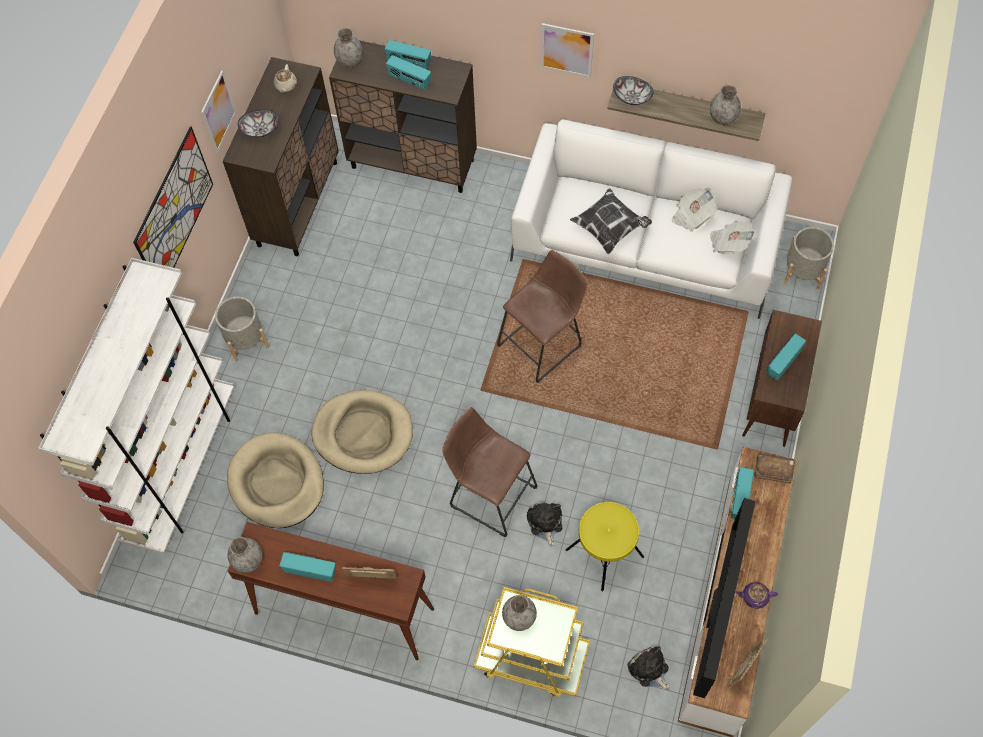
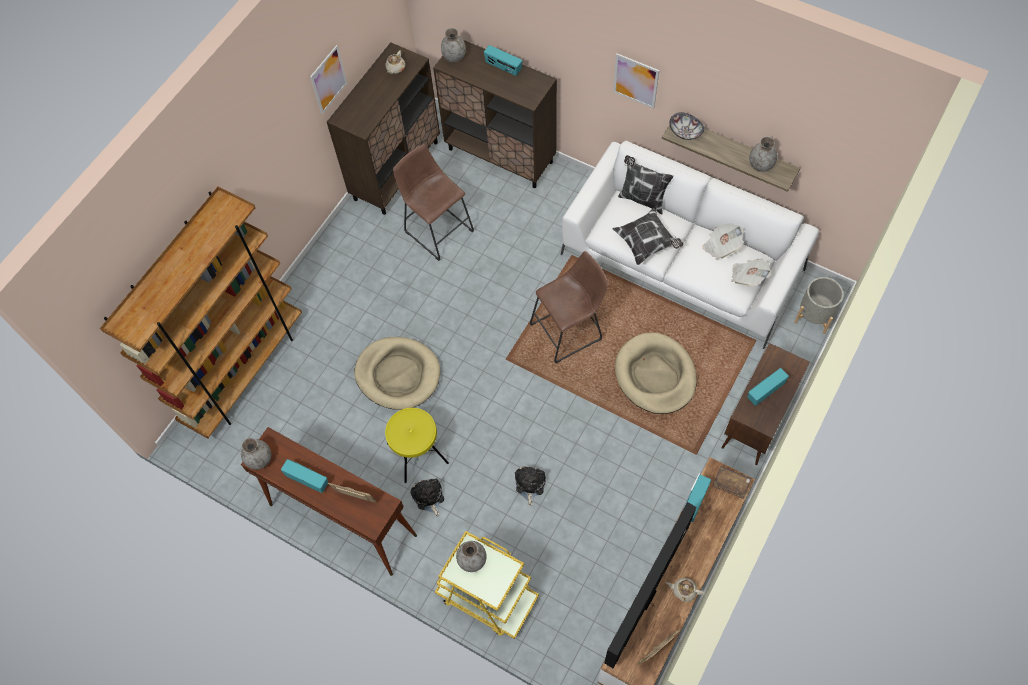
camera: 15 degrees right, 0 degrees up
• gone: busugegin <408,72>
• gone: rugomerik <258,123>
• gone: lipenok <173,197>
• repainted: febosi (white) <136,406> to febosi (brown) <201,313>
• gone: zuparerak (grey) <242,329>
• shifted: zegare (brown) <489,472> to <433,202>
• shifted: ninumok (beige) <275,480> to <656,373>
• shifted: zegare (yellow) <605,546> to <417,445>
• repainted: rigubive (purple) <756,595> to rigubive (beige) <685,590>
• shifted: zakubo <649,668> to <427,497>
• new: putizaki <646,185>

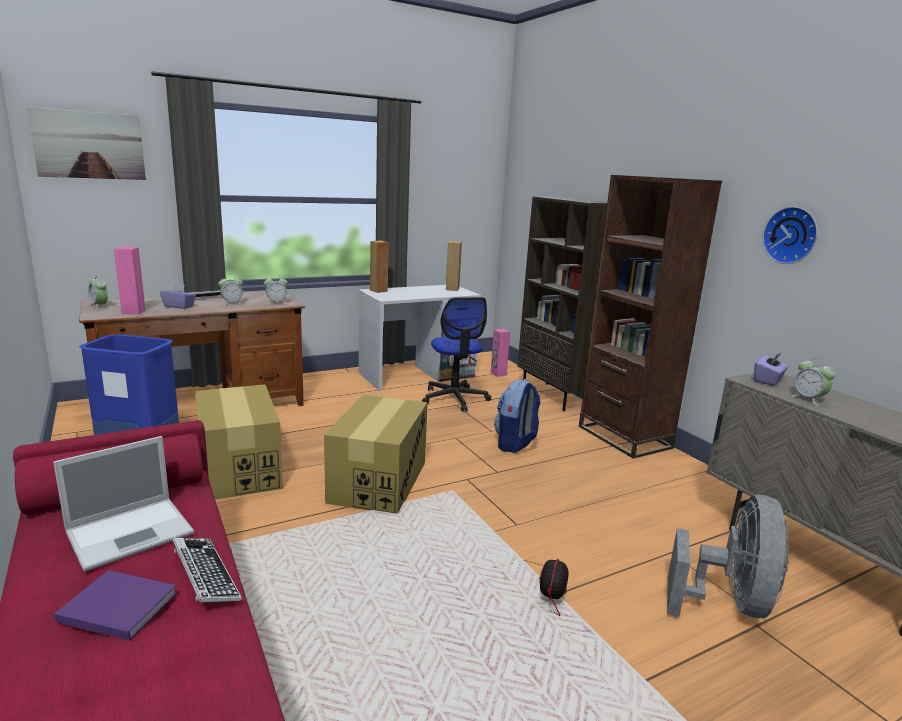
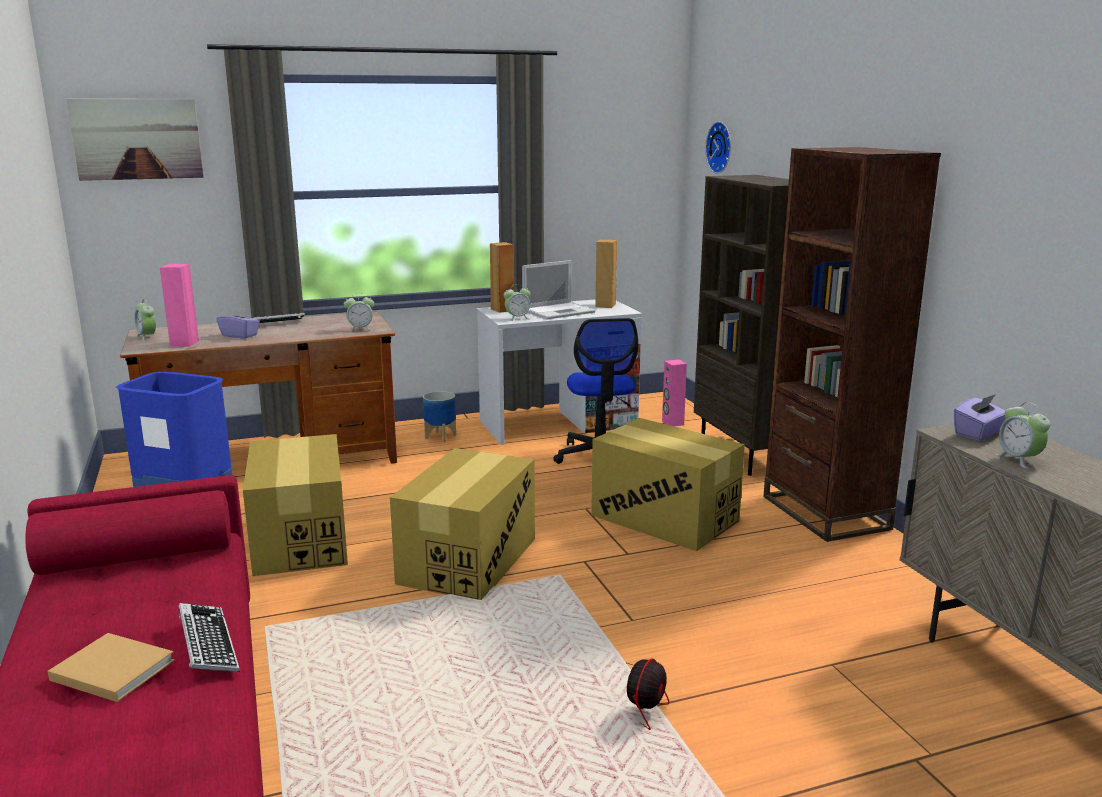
camera: 10 degrees right, 0 degrees up
• shifted: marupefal <790,235> to <718,148>
• shifted: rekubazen <230,292> to <517,302>
• swapped: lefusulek <517,416> to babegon <668,484>
• shifted: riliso <123,504> to <558,289>
• gone: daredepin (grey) <728,556>
• repainted: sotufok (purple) <115,605> to sotufok (beige) <111,667>
• new: zuparerak <439,416>

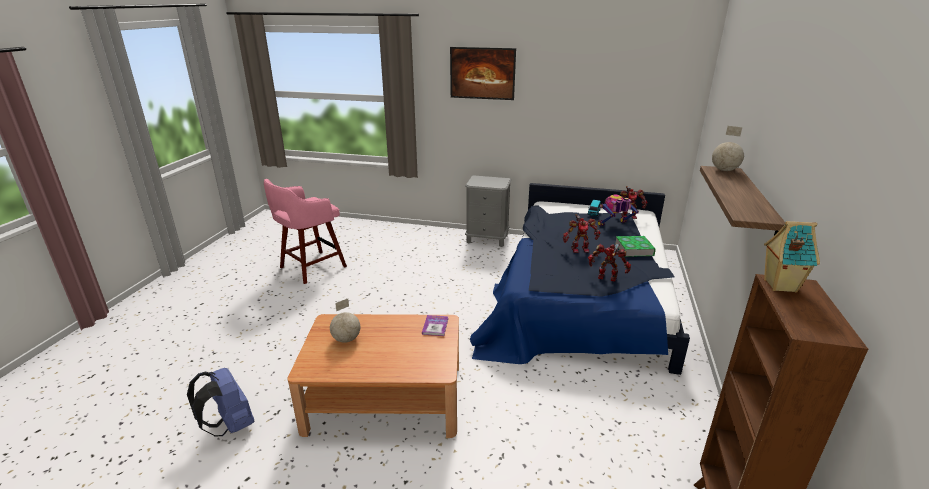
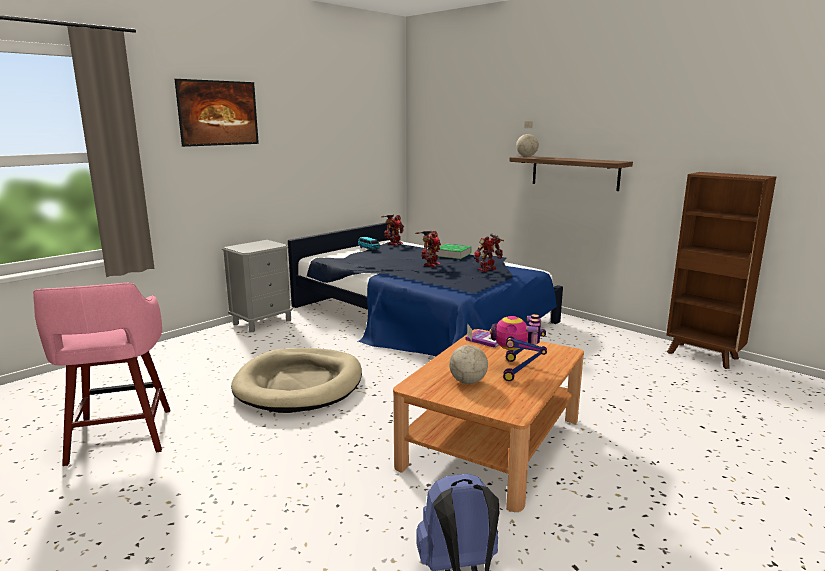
camera: 60 degrees left, 10 degrees down
• shifted: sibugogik <618,210> to <518,347>
• gone: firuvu <792,257>
• new: ninumok (beige) <296,380>

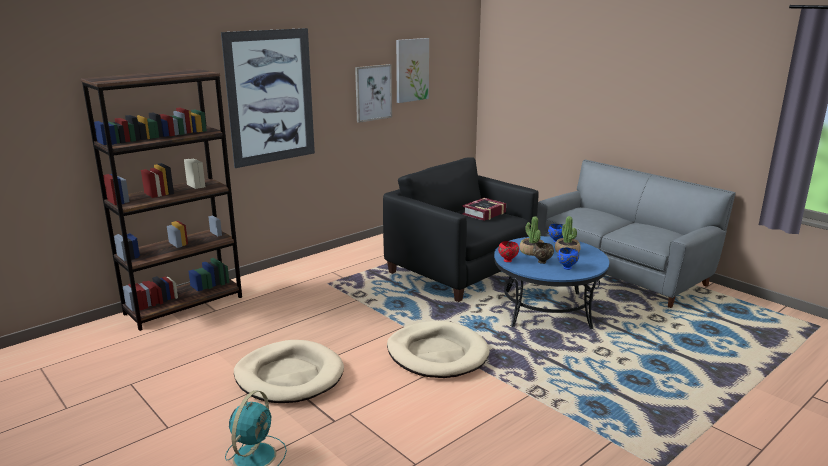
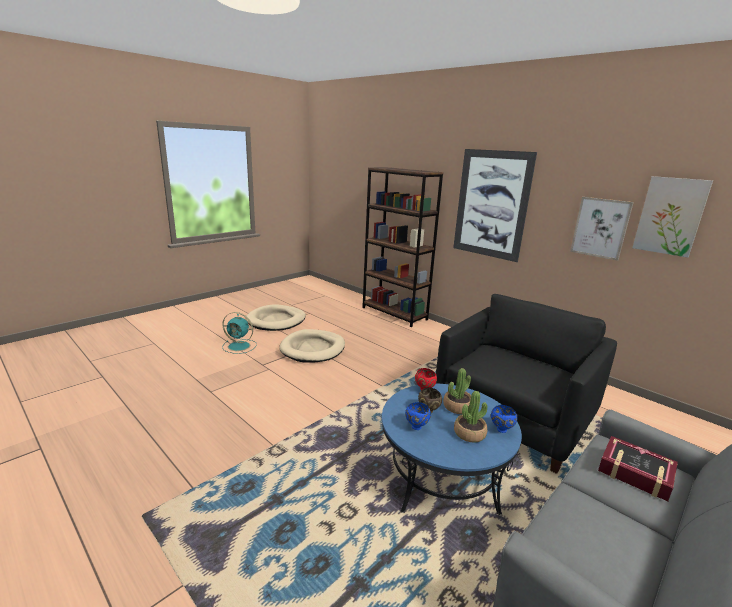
camera: 85 degrees right, 0 degrees up
• shifted: sotufok <484,209> to <638,468>
• shifted: ninumok (beige) <438,349> to <275,317>

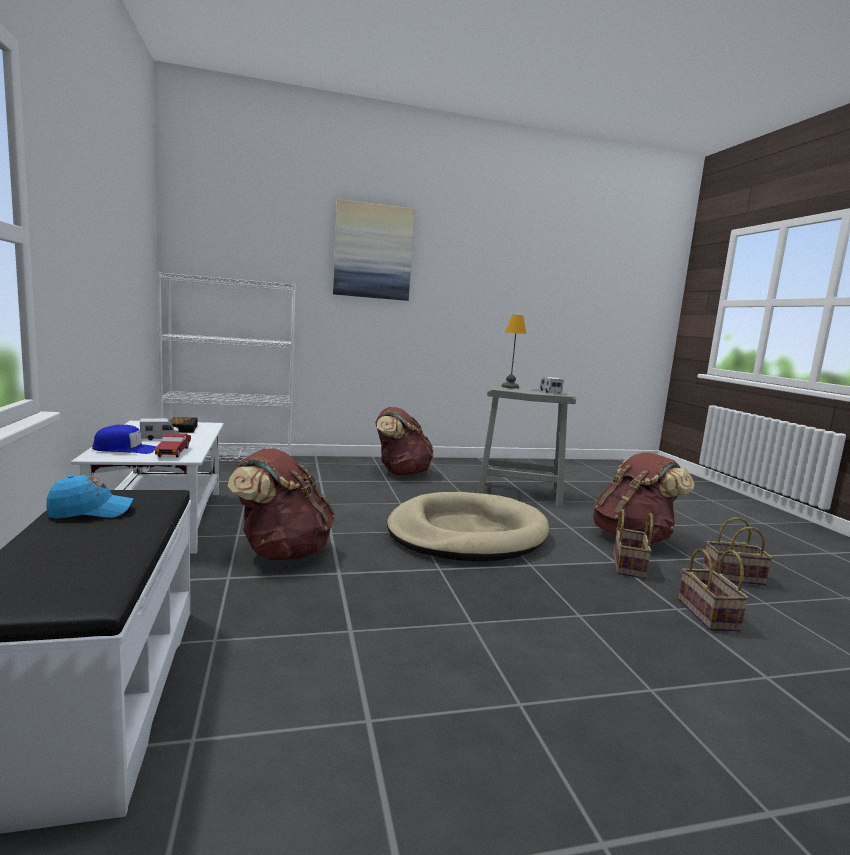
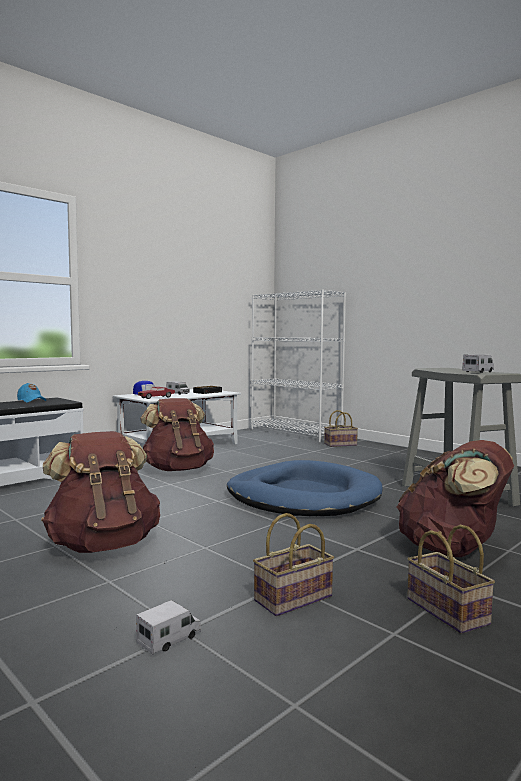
camera: 60 degrees right, 5 degrees down
• gone: lipenok <374,250>
• gone: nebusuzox <513,352>
• shifted: lefusulek (brown) <404,441> to <100,492>
• repainted: ninumok (beige) <468,527> to ninumok (blue) <305,488>
• shifted: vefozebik <633,544> to <341,428>
• new: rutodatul <168,627>

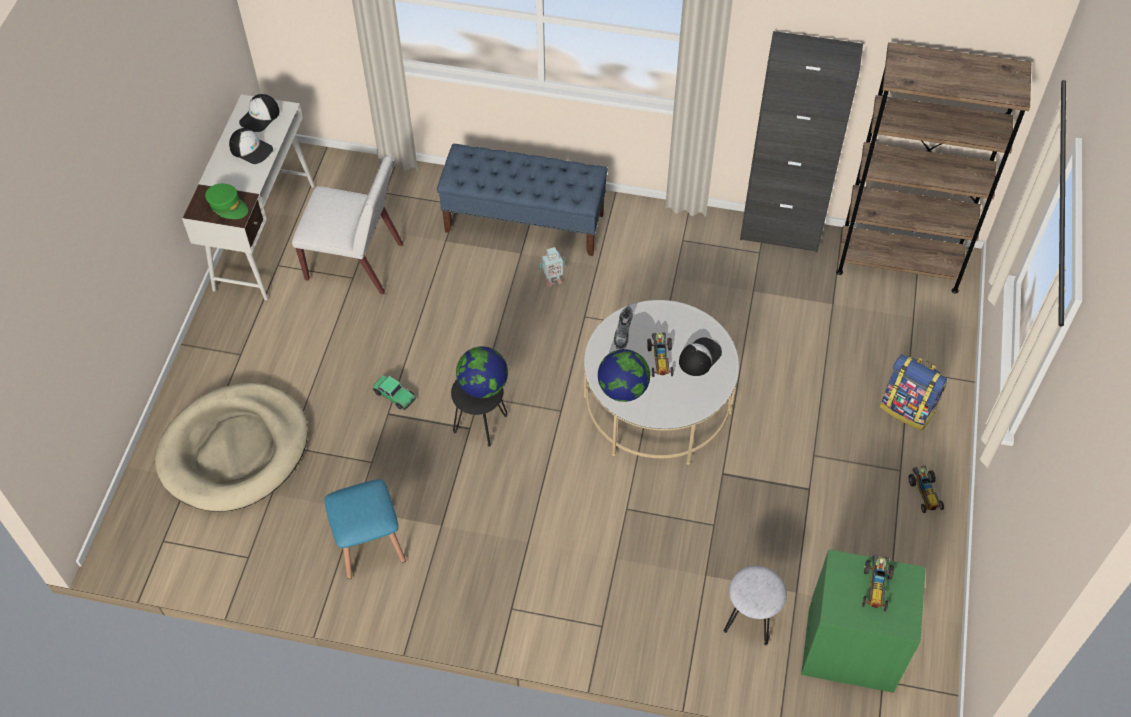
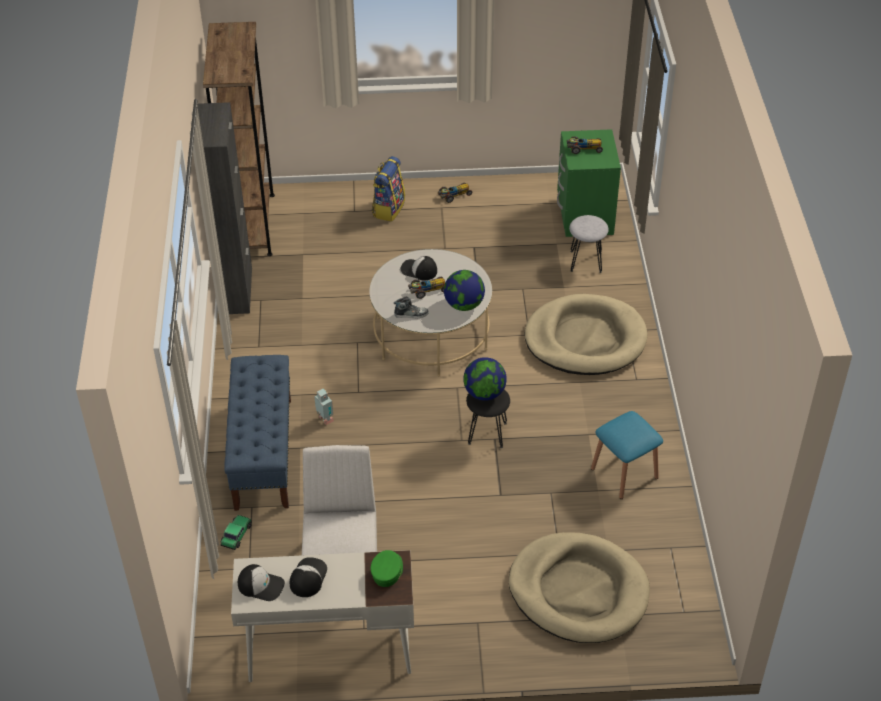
camera: 105 degrees left, 10 degrees down
• shifted: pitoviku <394,392> to <236,532>
• new: ninumok (beige) <586,334>

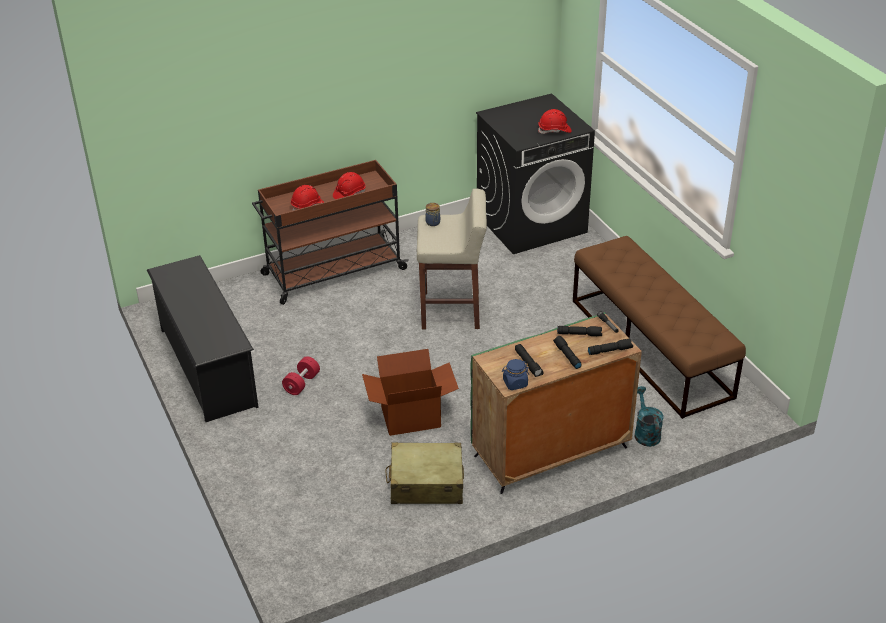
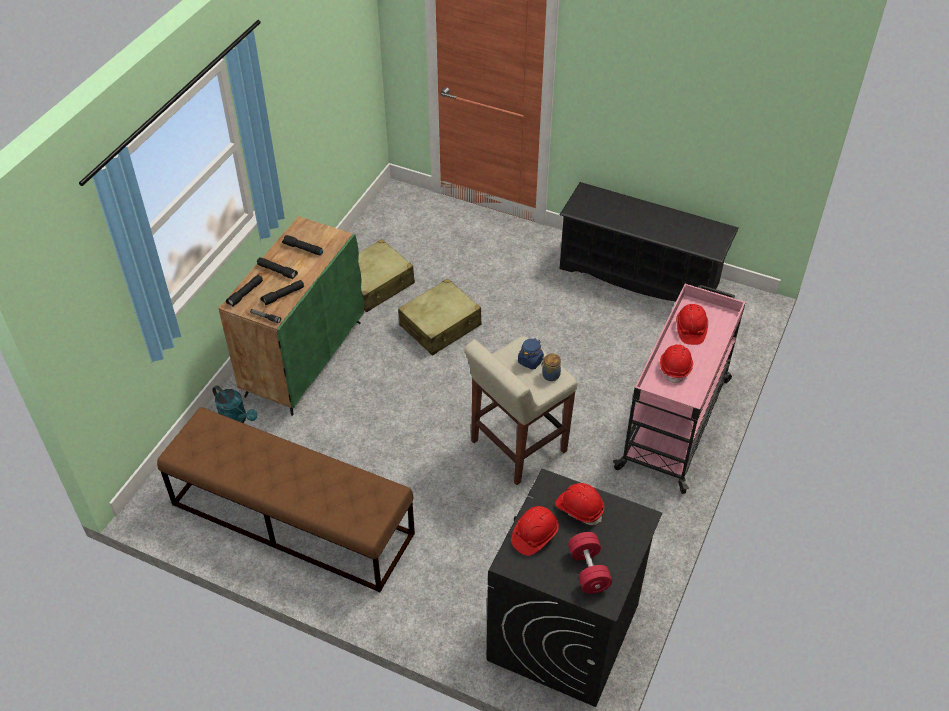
camera: 140 degrees right, 10 degrees up
• repainted: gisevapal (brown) <330,232> to gisevapal (pink) <679,389>
• swapped: babegon <410,392> to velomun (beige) <440,317>
• shifted: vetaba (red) <301,375> to <590,563>
• shifted: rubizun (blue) <515,374> to <531,354>
• new: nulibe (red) <579,504>

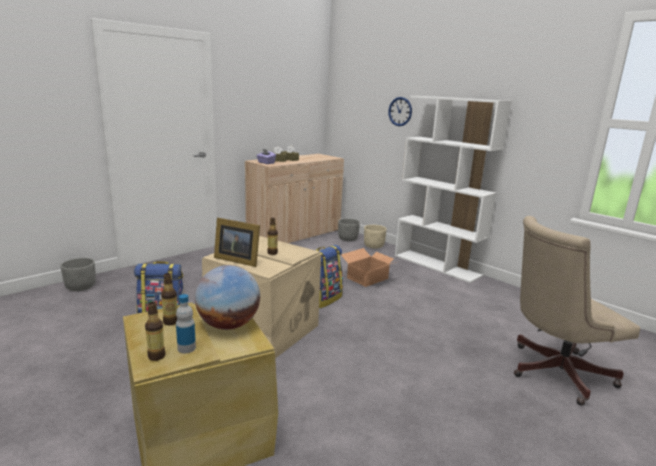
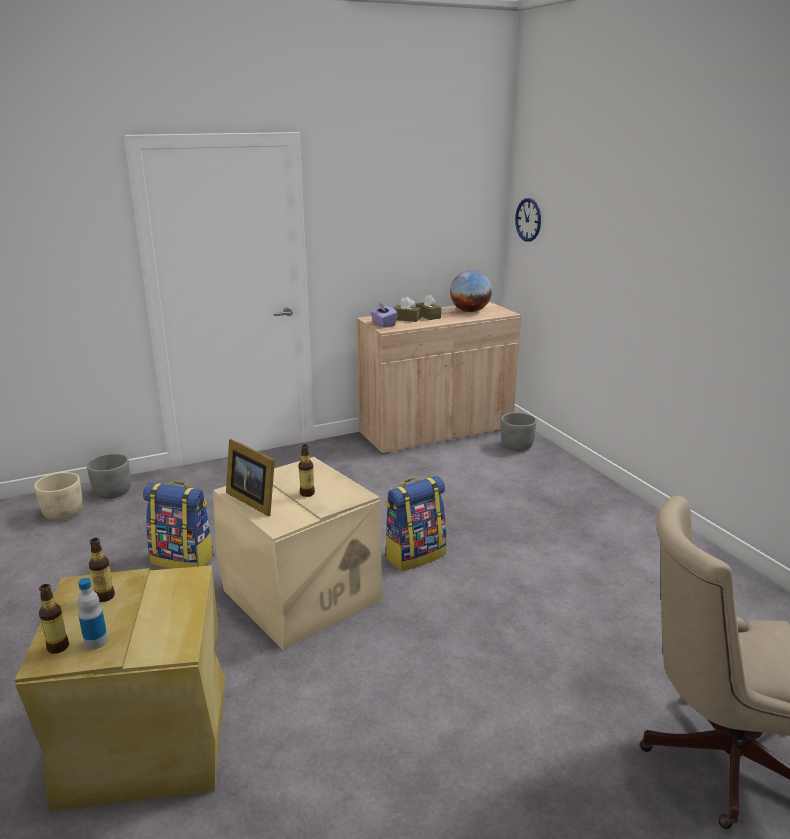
camera: 20 degrees right, 5 degrees up
• gone: febosi (white) <453,189>
• shifted: marupefal <400,111> to <528,220>
• shifted: zuparerak (beige) <375,237> to <58,496>
• gone: babegon <370,267>
• shifted: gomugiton <227,297> to <471,291>

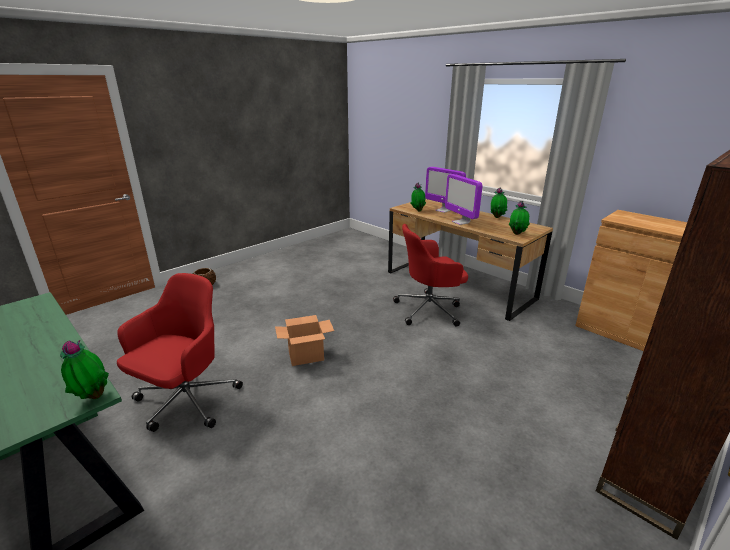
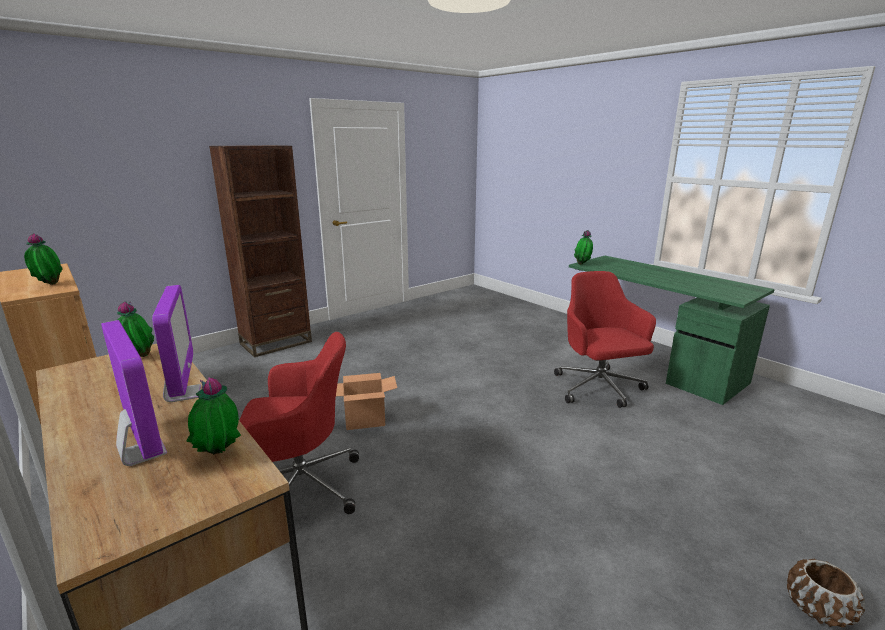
camera: 175 degrees left, 5 degrees down
• shifted: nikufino <499,203> to <43,258>
• rotated: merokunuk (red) <180,352> = <605,339> 135 degrees clockwise
• shifted: babegon <304,340> to <366,401>

